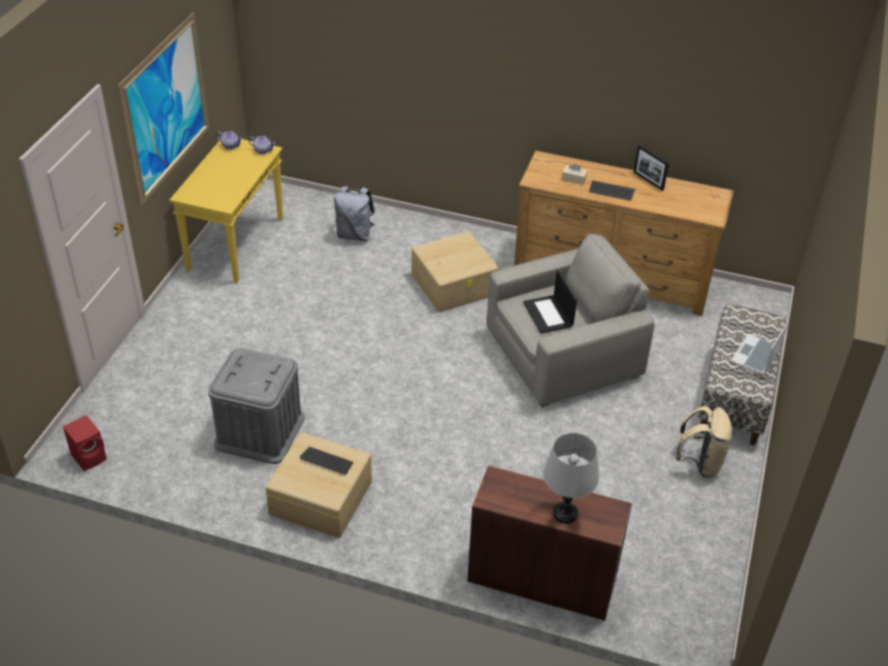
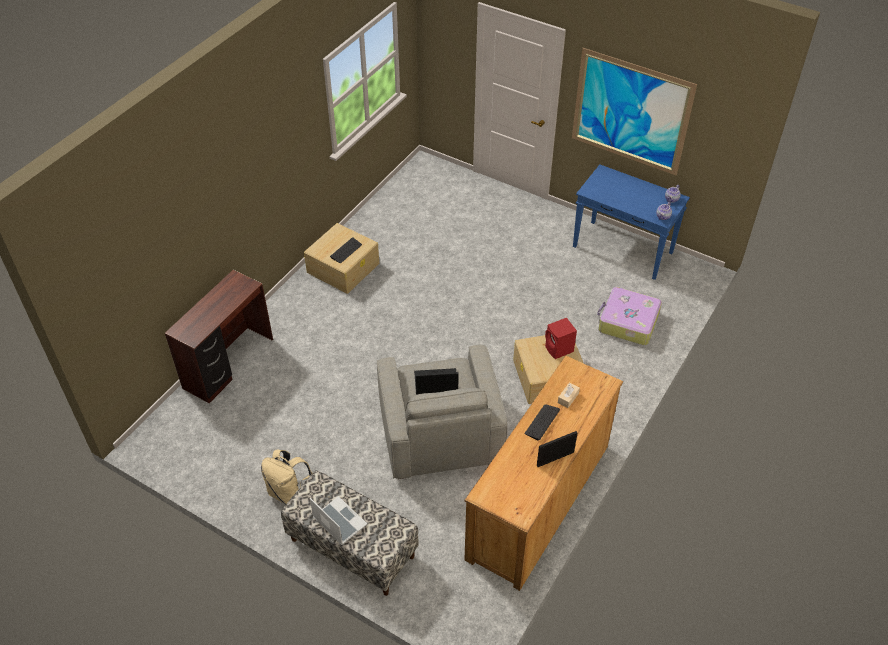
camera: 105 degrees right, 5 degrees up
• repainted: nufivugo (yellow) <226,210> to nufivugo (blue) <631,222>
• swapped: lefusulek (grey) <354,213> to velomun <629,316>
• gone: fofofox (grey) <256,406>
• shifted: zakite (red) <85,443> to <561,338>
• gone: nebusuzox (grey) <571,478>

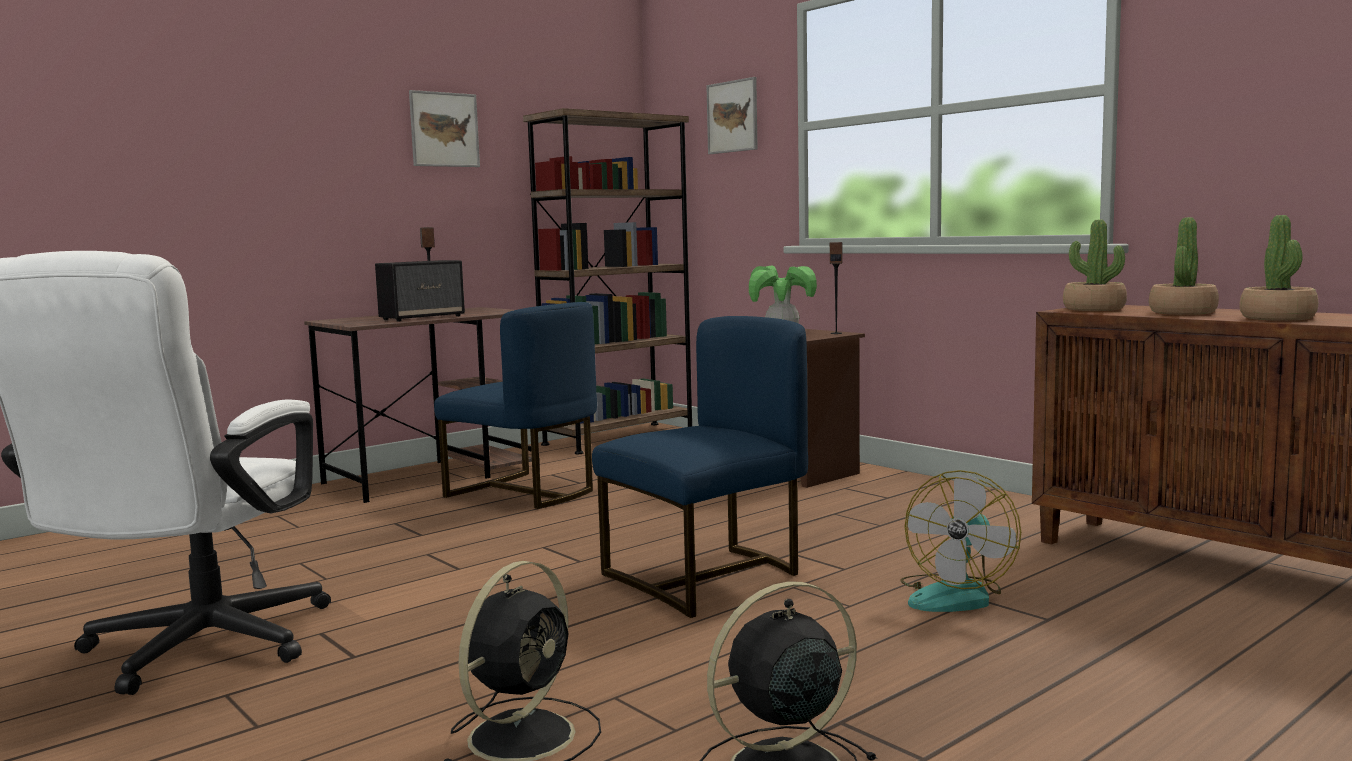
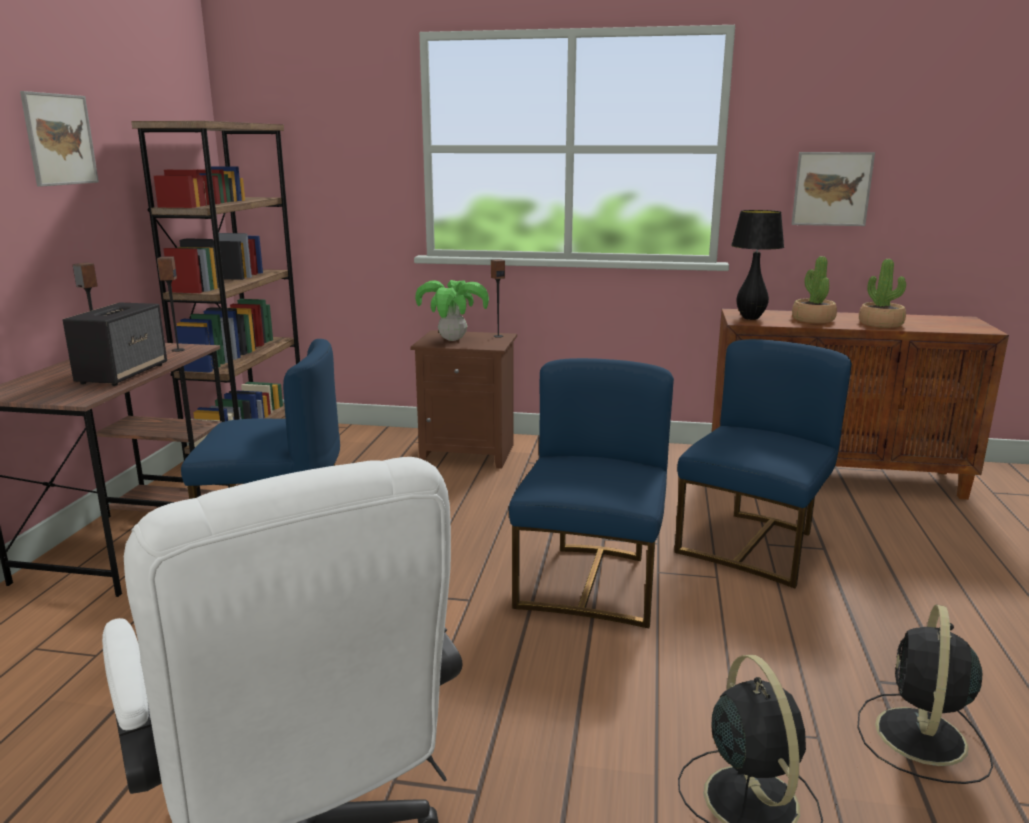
camera: 40 degrees left, 10 degrees up
• shifted: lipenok <732,115> to <833,189>
• swapped: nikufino <1095,265> to nebusuzox (black) <757,265>
• swapped: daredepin <960,541> to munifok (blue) <763,463>
• new: zakite <171,304>

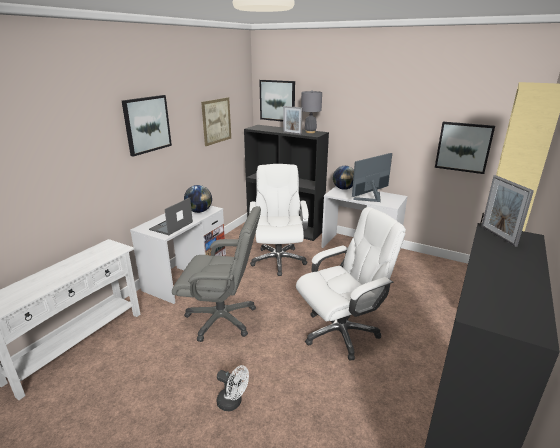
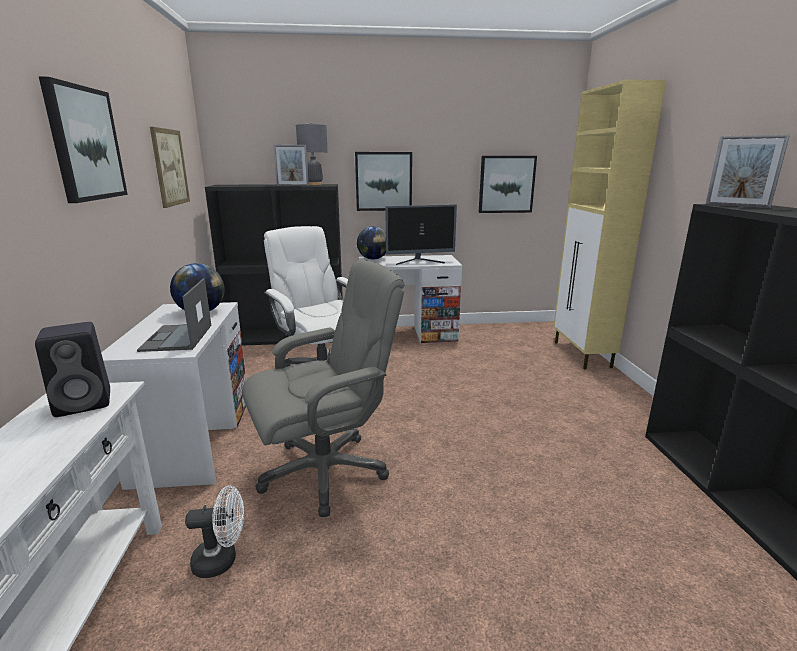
camera: 35 degrees left, 5 degrees down
• shifted: lipenok <277,101> to <383,181>
• rotated: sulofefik <372,177> = <421,235> 120 degrees counterclockwise
• gone: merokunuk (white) <351,283>
• shifted: daredepin (white) <232,388> to <214,532>
• new: zakite (black) <72,369>

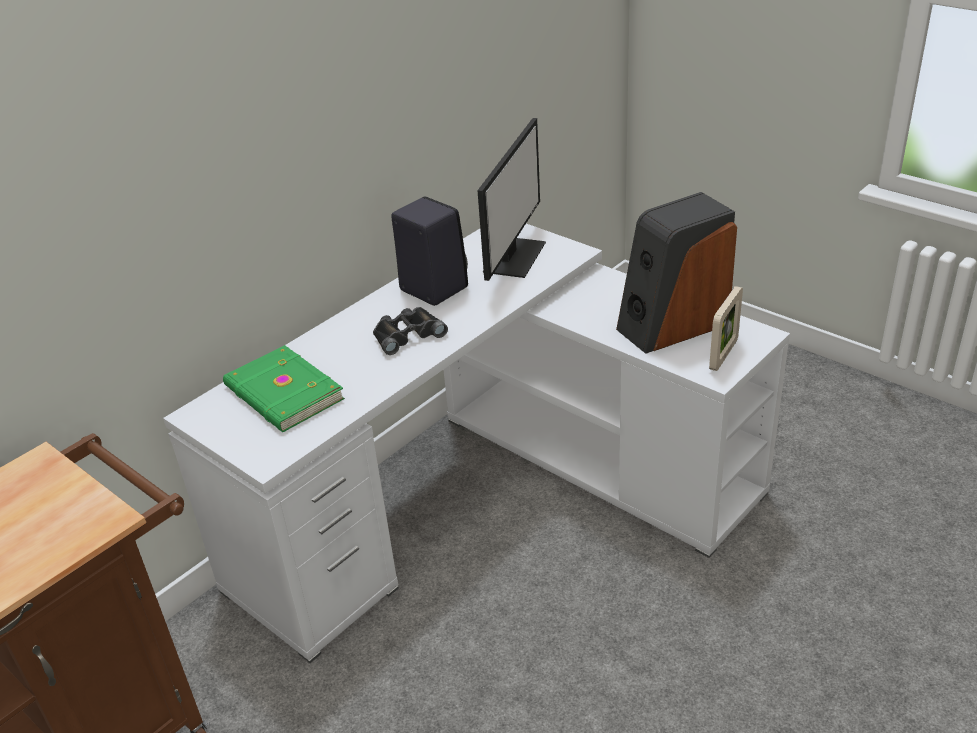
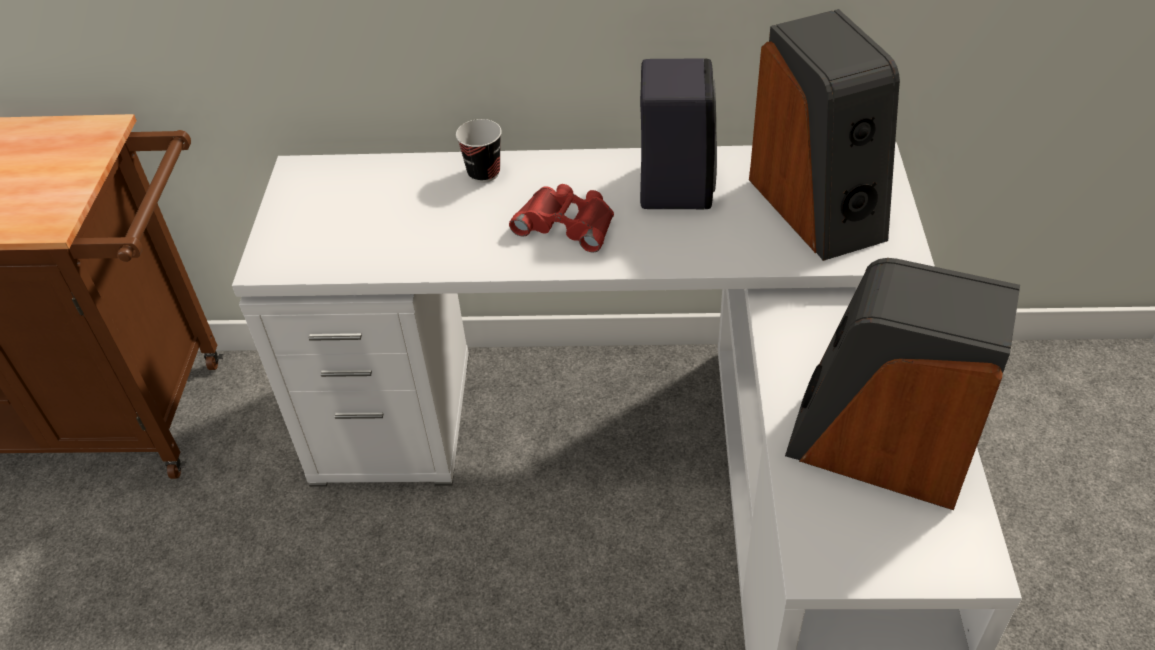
camera: 50 degrees right, 10 degrees up
• swapped: sulofefik <511,199> to zakite <824,135>
• gone: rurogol <726,328>
• repainted: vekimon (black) <410,331> to vekimon (red) <561,218>
• gone: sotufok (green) <284,388>
• new: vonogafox <479,151>

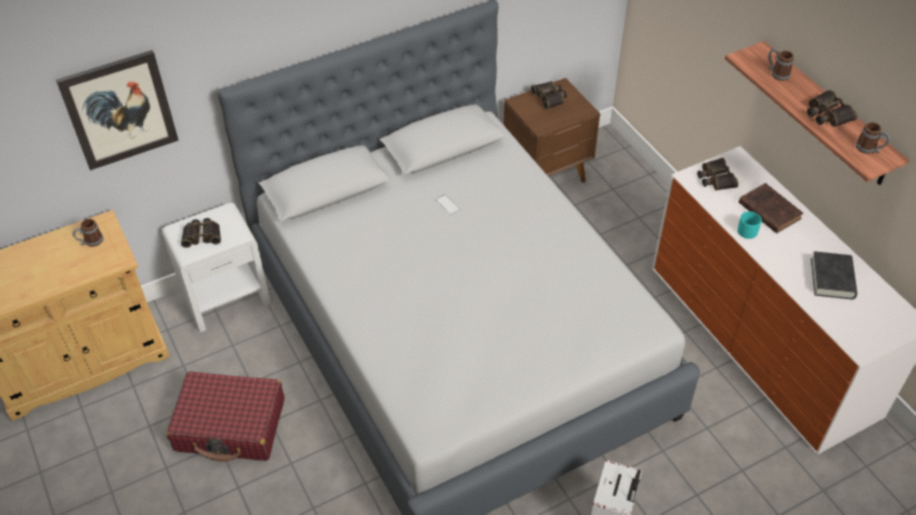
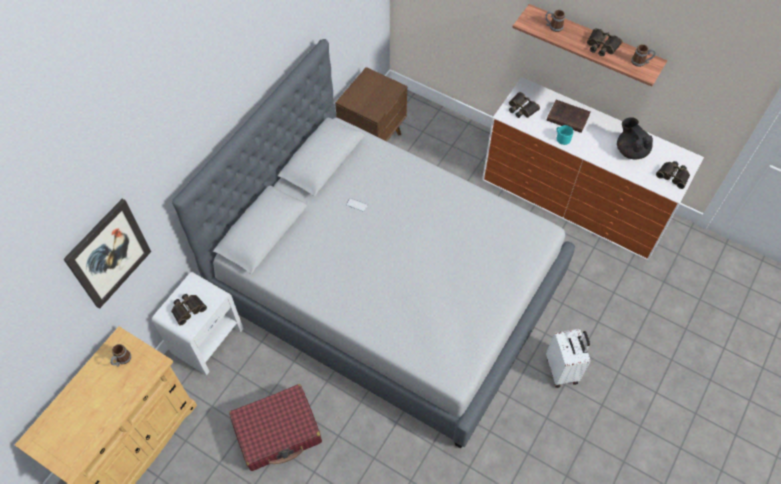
camera: 30 degrees left, 10 degrees up
• shifted: vekimon <549,95> to <673,175>
• swapped: sotufok (black) <834,275> to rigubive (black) <635,138>

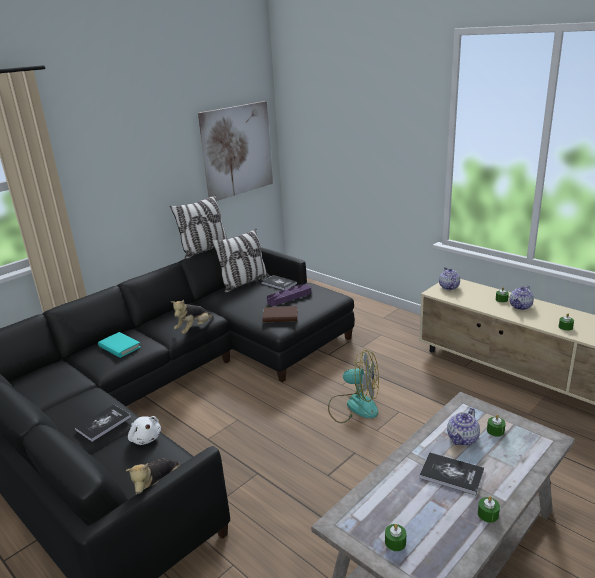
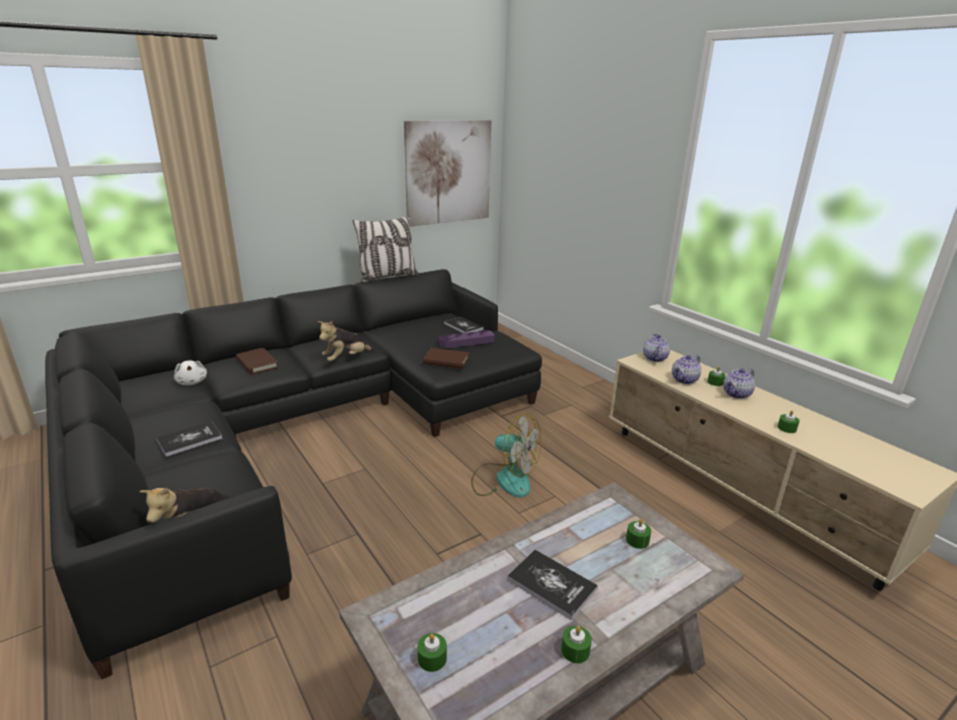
camera: 10 degrees right, 0 degrees up
• gone: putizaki <240,261>
• repainted: sotufok (turquoise) <119,345> to sotufok (brown) <257,361>
• shifted: rigubive <463,427> to <686,369>
• shifted: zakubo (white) <144,430> to <190,372>

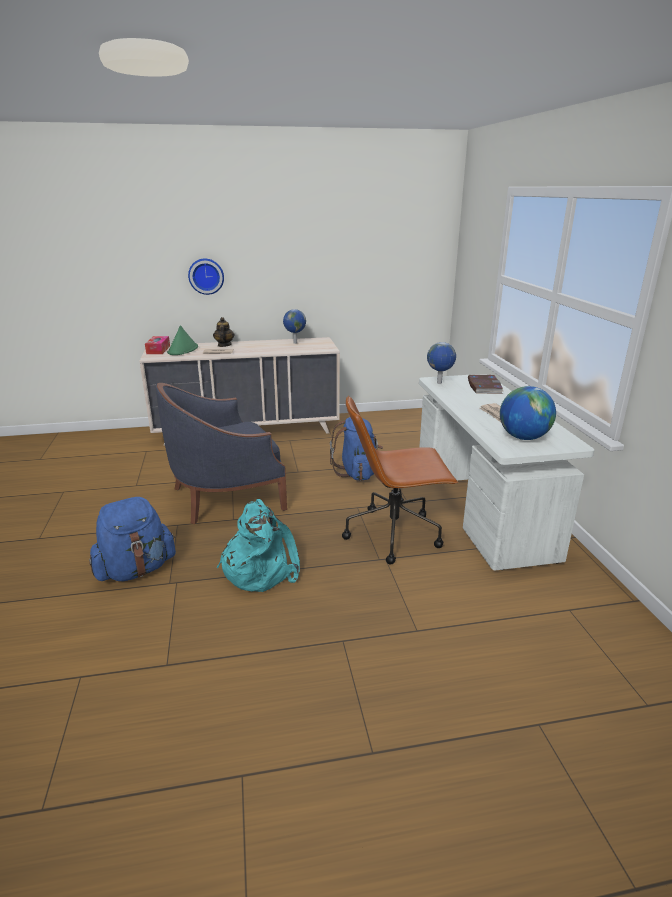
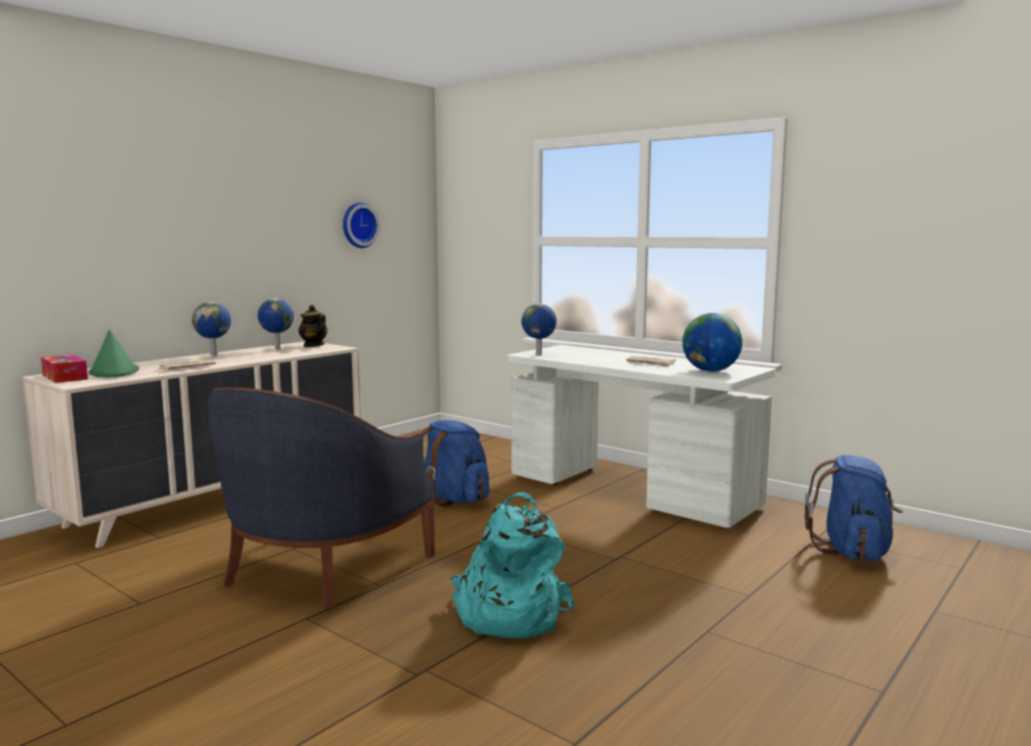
camera: 40 degrees left, 15 degrees down
• shifted: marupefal <206,277> to <361,225>
• shifted: rigubive <224,332> to <313,326>
• gone: sotufok <486,384>
• gone: merokunuk (brown) <400,480>
• shifted: lefusulek (blue) <132,539> to <854,508>
• new: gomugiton <211,329>

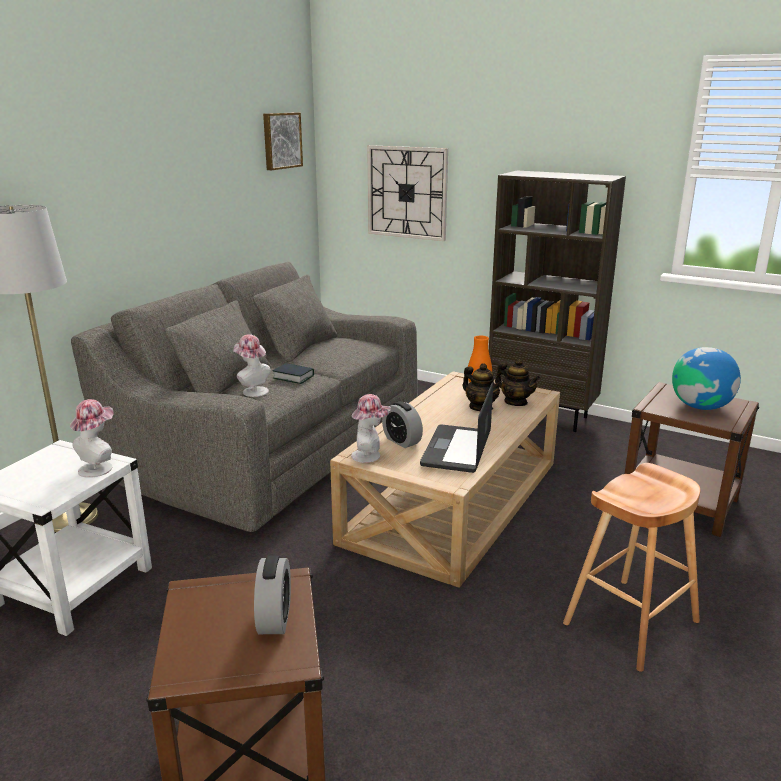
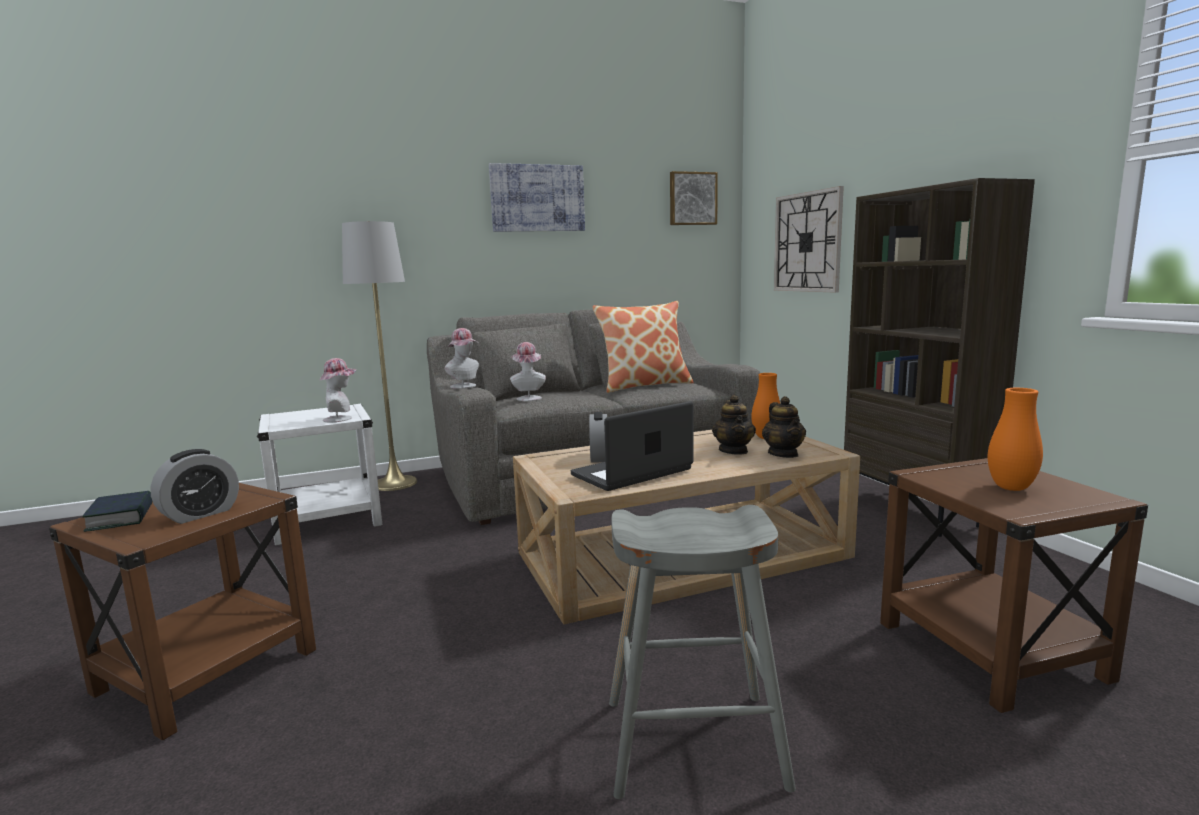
camera: 40 degrees right, 10 degrees down
• swapped: gomugiton <706,378> to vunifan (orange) <1015,439>
• shifted: sotufok <293,373> to <117,511>
• shifted: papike <371,428> to <462,358>
• repainted: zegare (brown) <631,567> to zegare (grey) <702,652>
• new: lipenok <537,197>
• new: putizaki <643,347>

